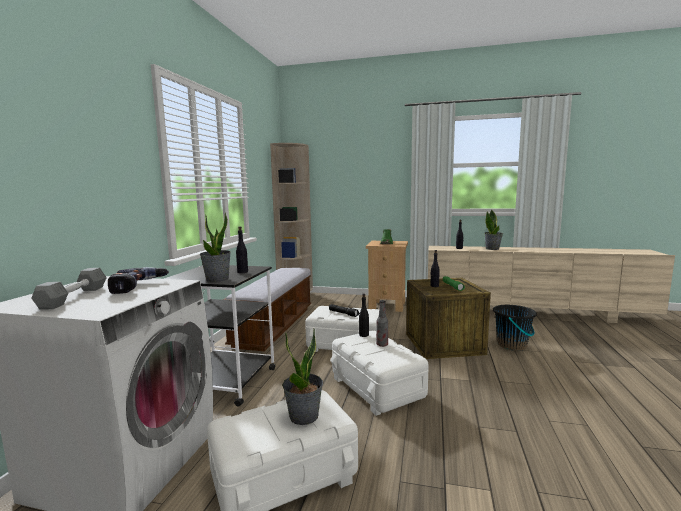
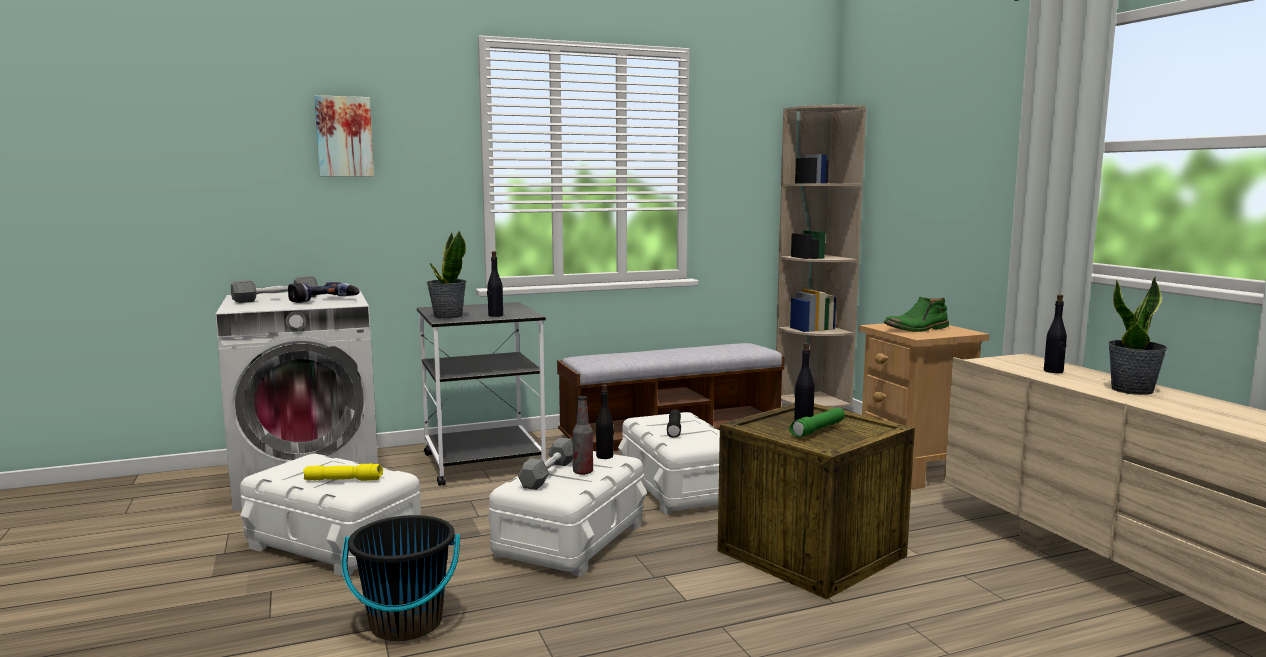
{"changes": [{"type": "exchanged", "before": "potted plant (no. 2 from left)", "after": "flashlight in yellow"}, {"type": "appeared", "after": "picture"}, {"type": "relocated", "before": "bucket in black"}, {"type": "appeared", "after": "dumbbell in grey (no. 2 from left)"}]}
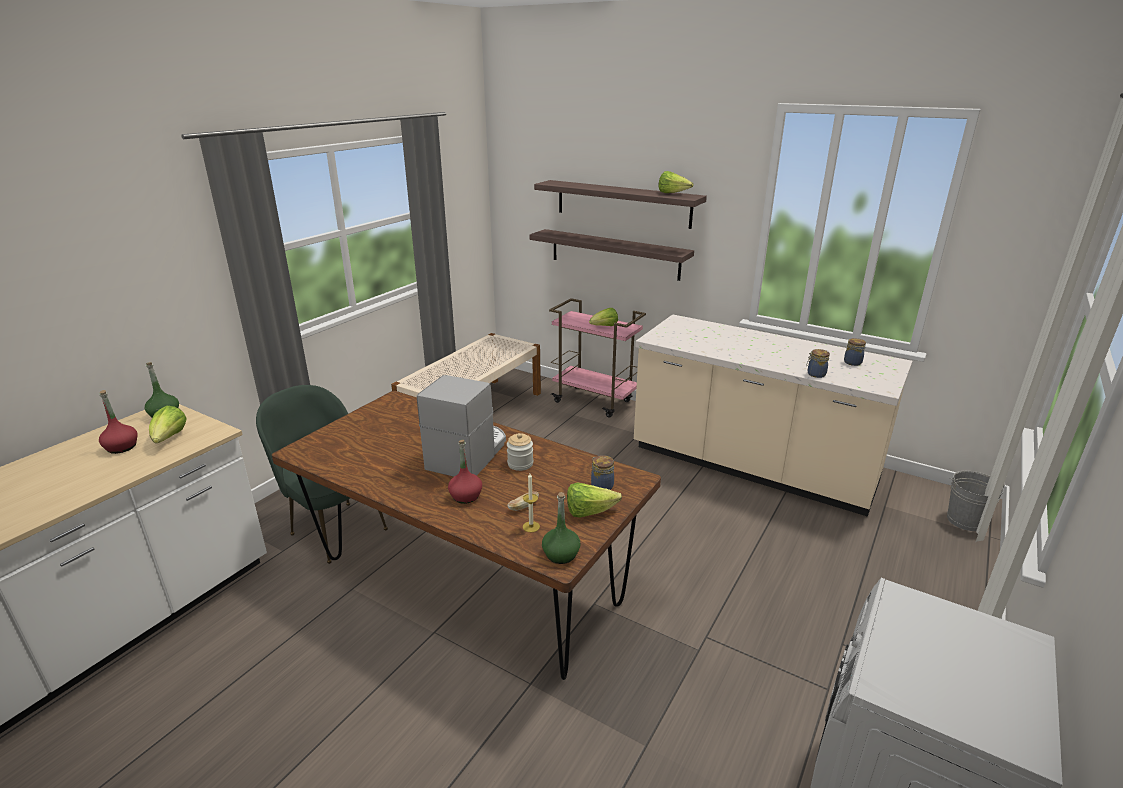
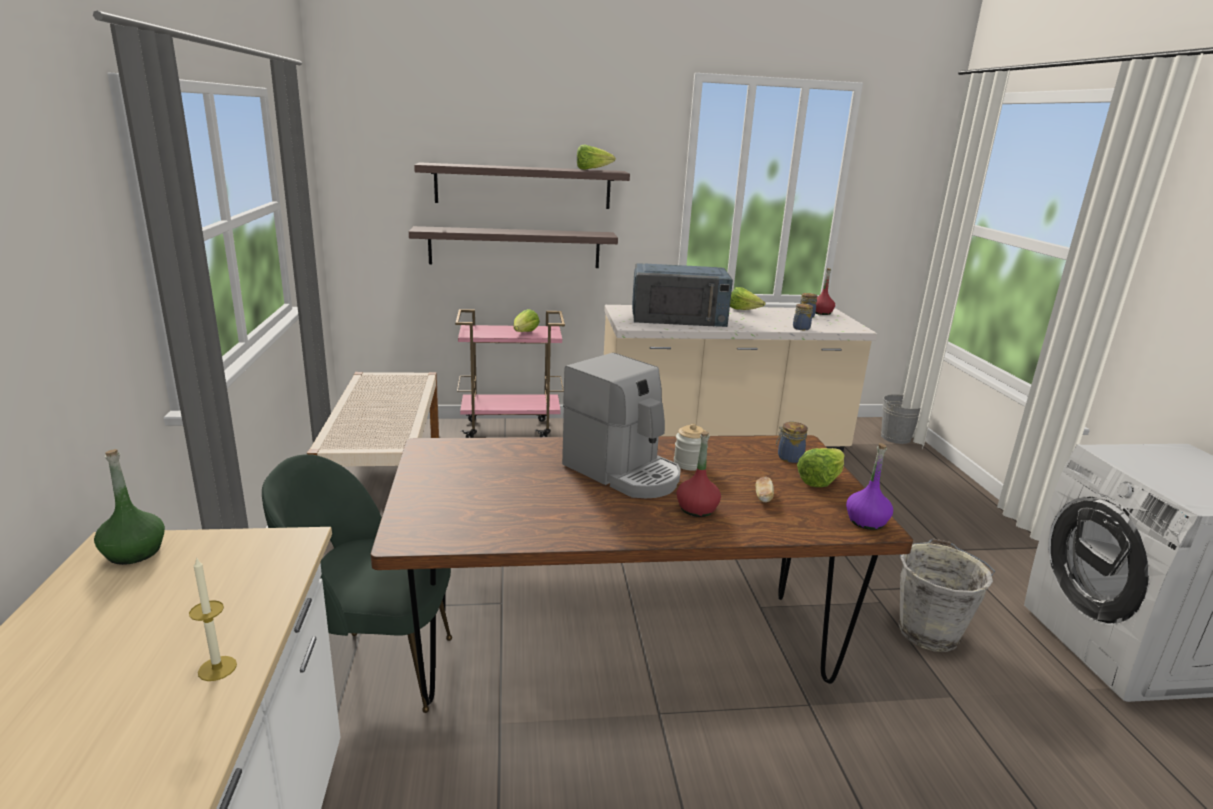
{"changes": [{"type": "relocated", "before": "candle"}, {"type": "spun", "before": "coffee machine", "turn": 150}, {"type": "appeared", "after": "microwave in blue"}, {"type": "relocated", "before": "lettuce (no. 1 from left in the first image)", "after": "lettuce (no. 3 from left)"}, {"type": "relocated", "before": "bottle in red (no. 1 from left in the first image)", "after": "bottle in red (no. 2 from left)"}, {"type": "colour", "before": "bottle in green (no. 2 from left)", "after": "bottle in purple"}, {"type": "appeared", "after": "bucket in grey (no. 2 from left)"}]}
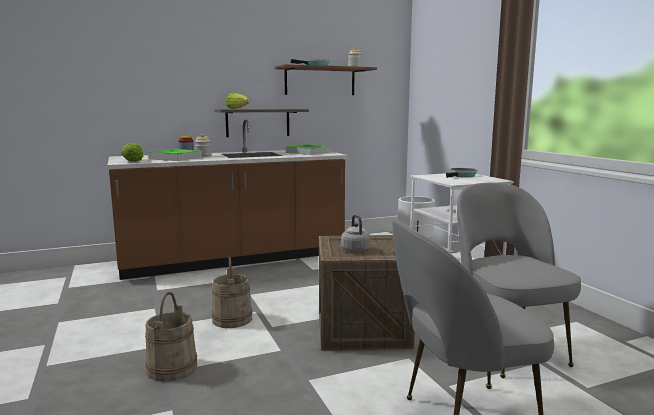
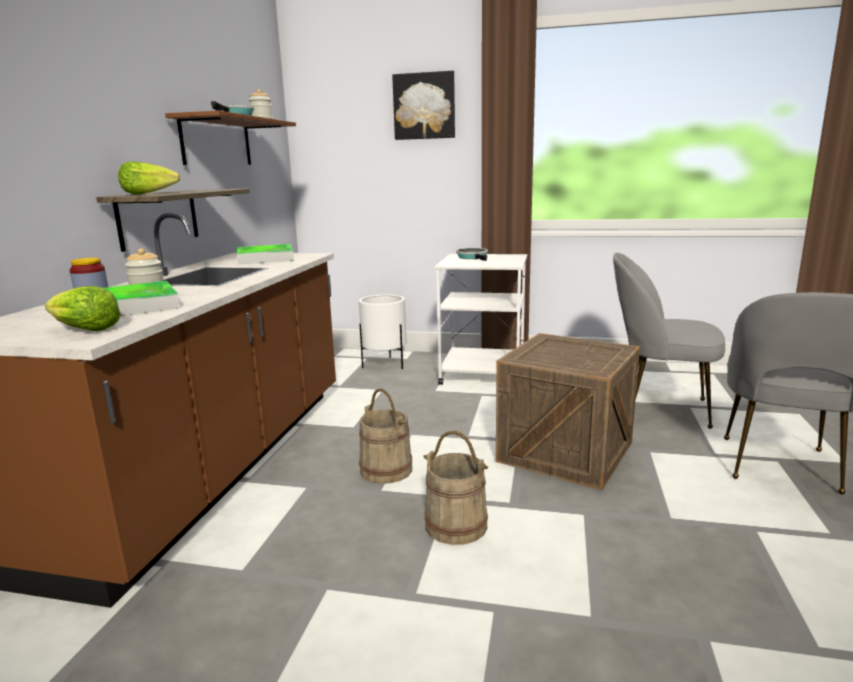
{"changes": [{"type": "relocated", "before": "bucket in beige (no. 1 from left)"}, {"type": "appeared", "after": "picture"}, {"type": "missing", "before": "kettle in grey"}]}
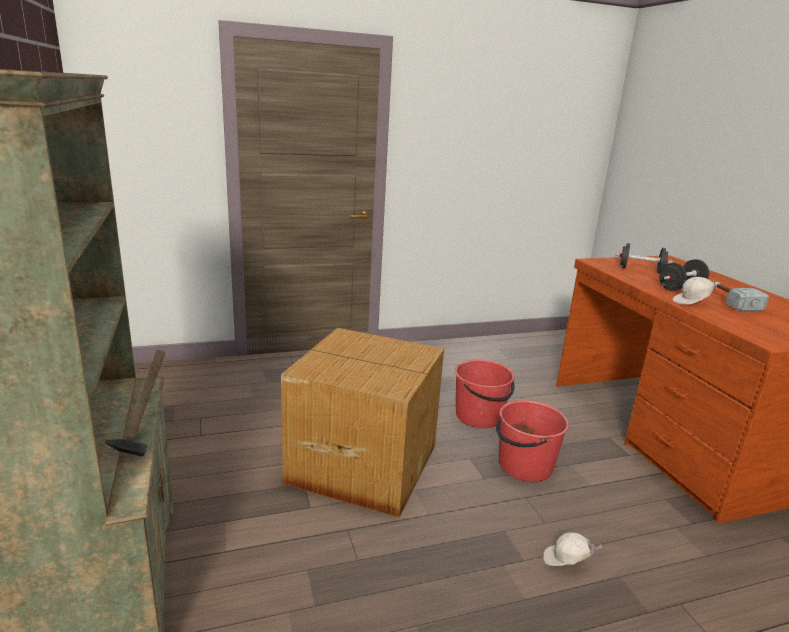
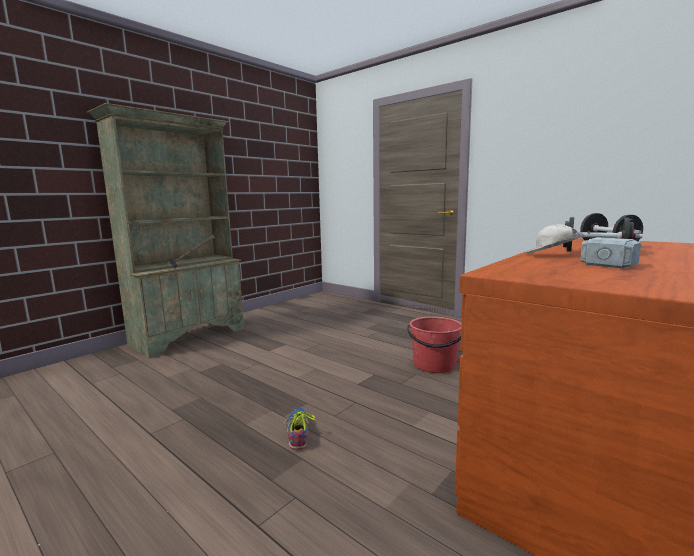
{"changes": [{"type": "exchanged", "before": "cap in white (no. 1 from left)", "after": "shoe"}, {"type": "missing", "before": "cardboard box"}, {"type": "missing", "before": "bucket in red (no. 2 from left)"}]}
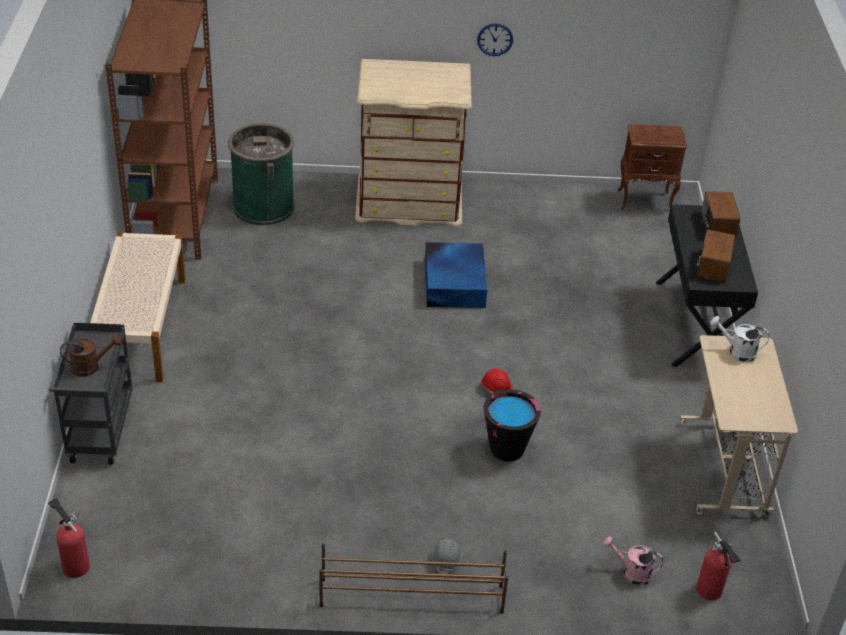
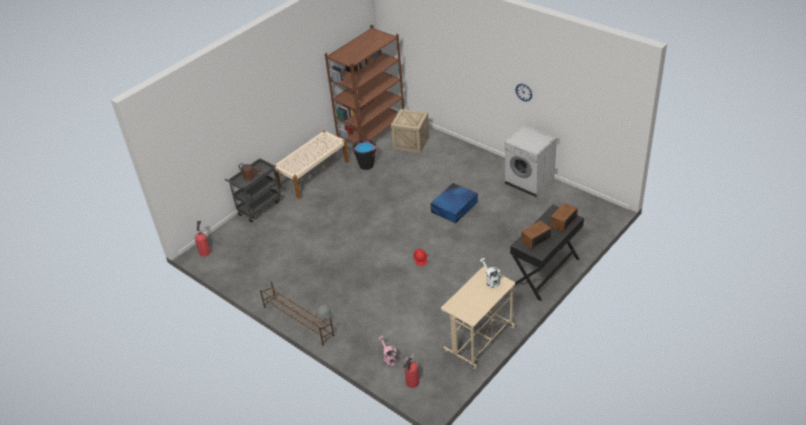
{"changes": [{"type": "relocated", "before": "bucket in black"}, {"type": "exchanged", "before": "trash can in green", "after": "crate"}, {"type": "appeared", "after": "washing machine in white"}, {"type": "missing", "before": "dresser in beige"}, {"type": "missing", "before": "nightstand in brown"}]}
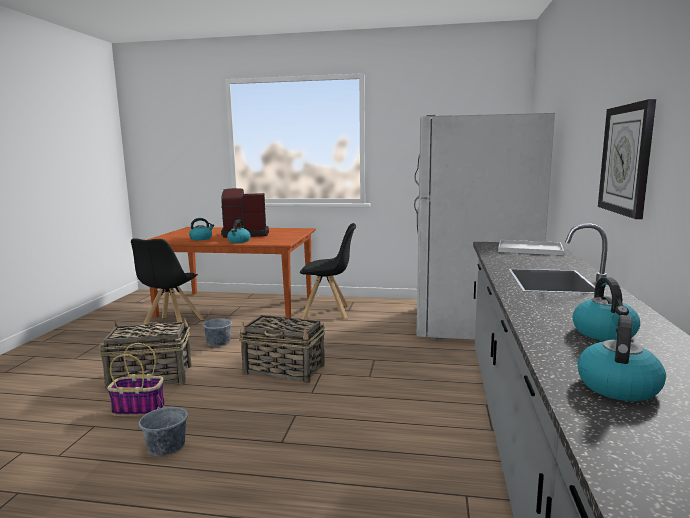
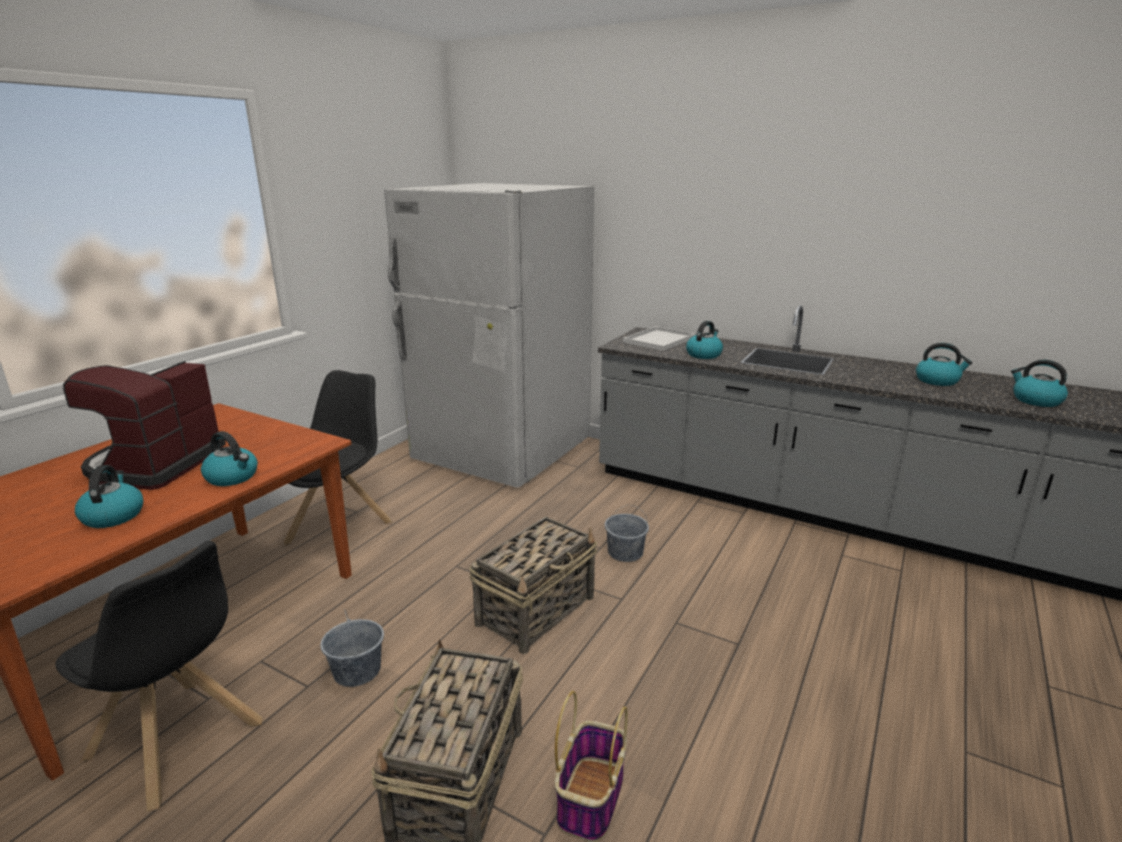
{"changes": [{"type": "relocated", "before": "bucket in grey (no. 1 from left in the first image)", "after": "bucket in grey (no. 2 from left)"}, {"type": "appeared", "after": "kettle (no. 3 from left)"}, {"type": "missing", "before": "wall clock"}]}
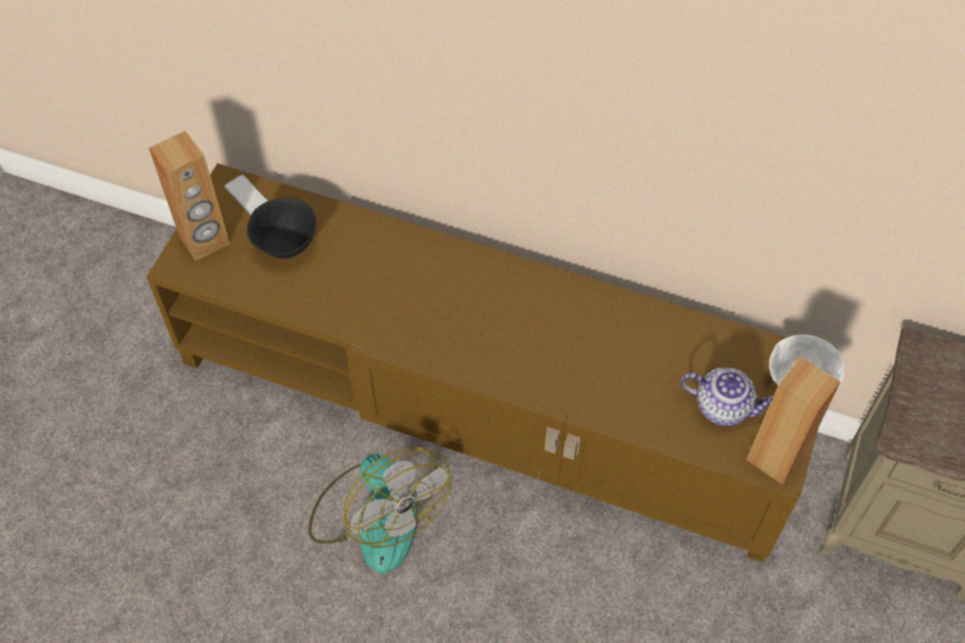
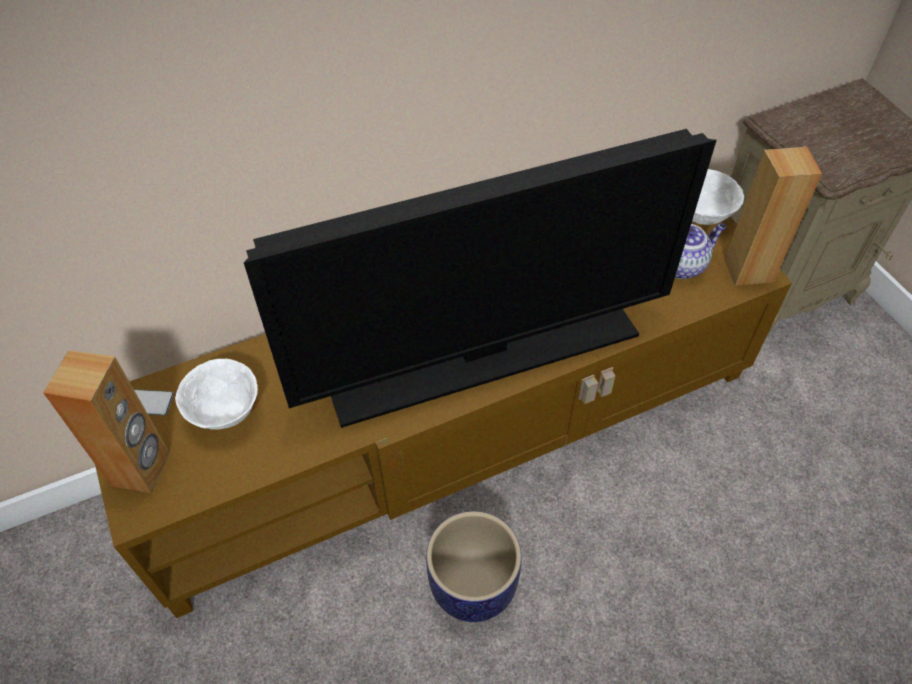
{"changes": [{"type": "colour", "before": "bowl in black", "after": "bowl in white (no. 1 from left)"}, {"type": "appeared", "after": "television"}, {"type": "exchanged", "before": "fan", "after": "planter"}]}
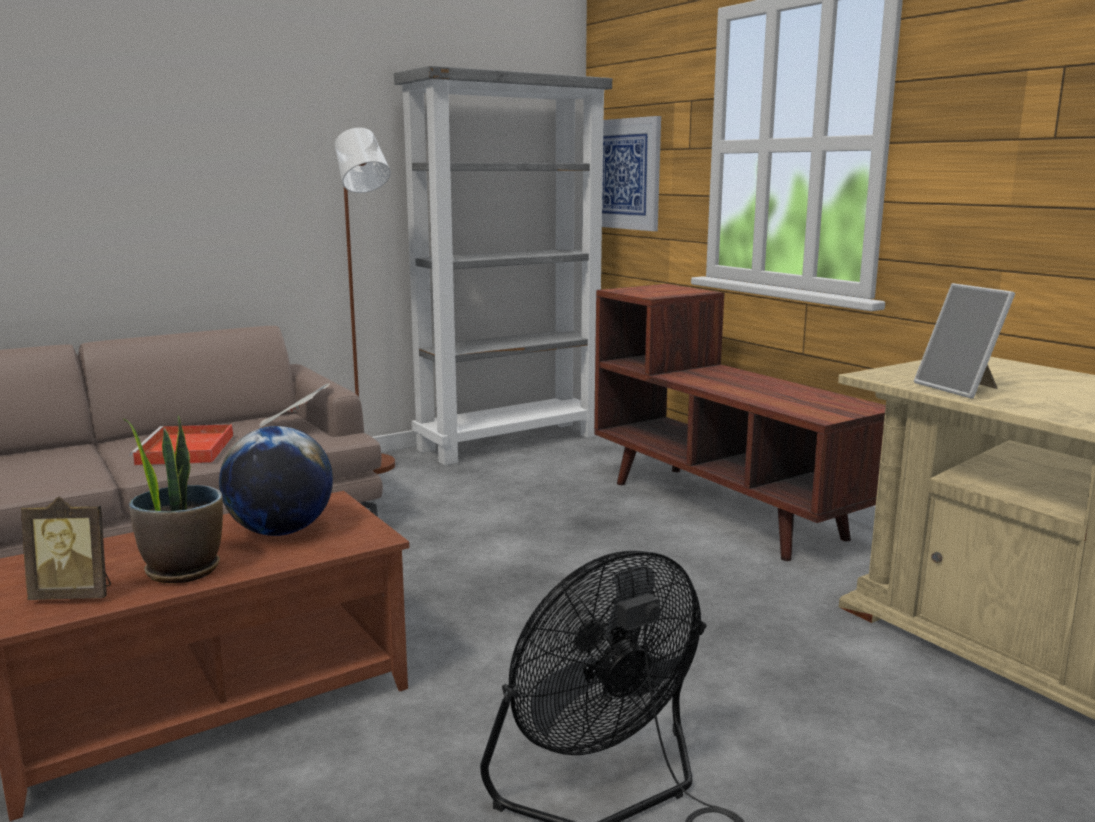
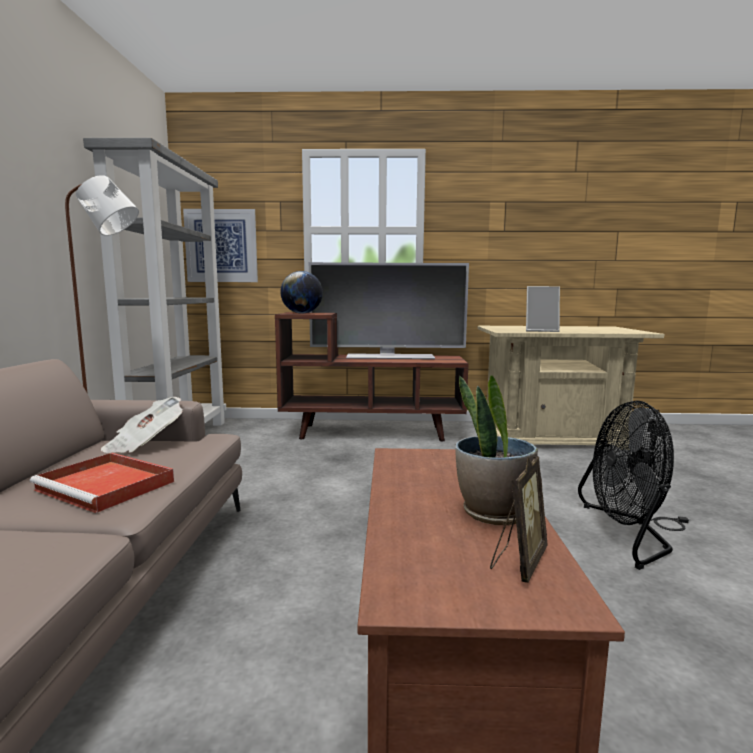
{"changes": [{"type": "relocated", "before": "globe"}, {"type": "appeared", "after": "television"}]}
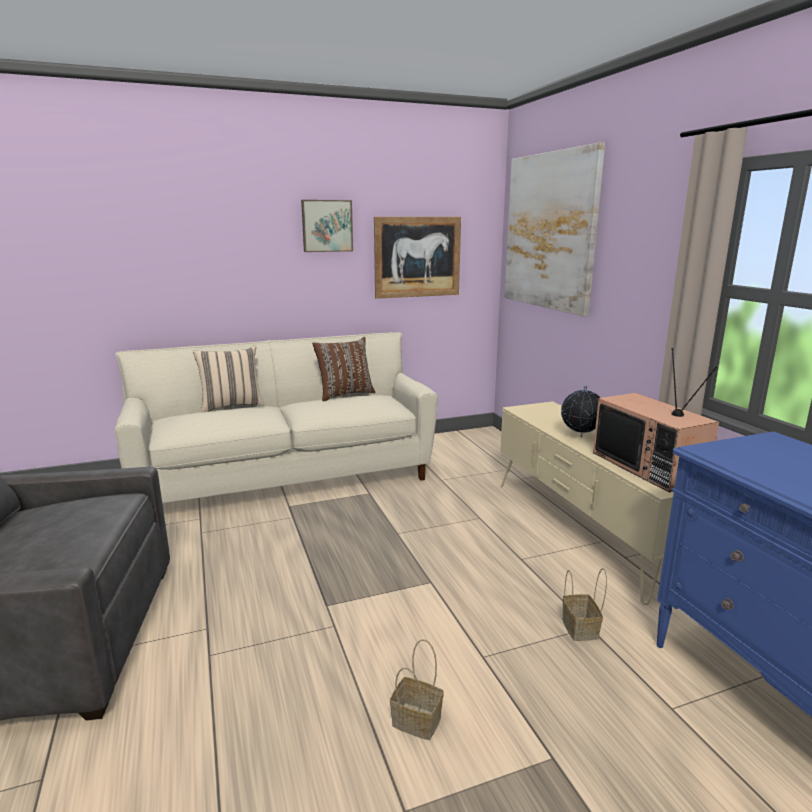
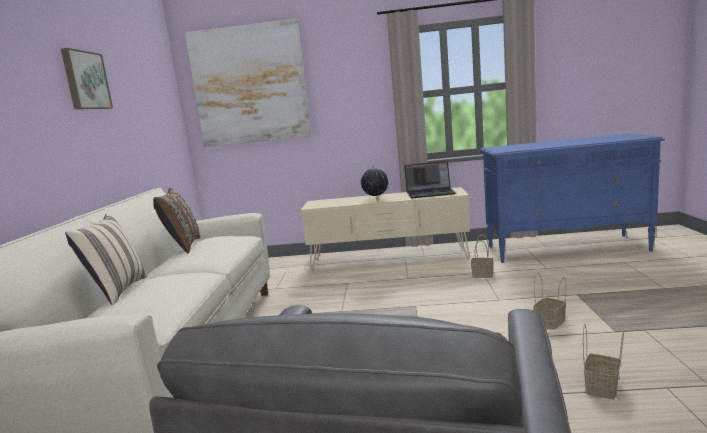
{"changes": [{"type": "exchanged", "before": "television", "after": "laptop"}, {"type": "appeared", "after": "basket (no. 3 from left)"}, {"type": "missing", "before": "picture (no. 2 from left)"}]}
